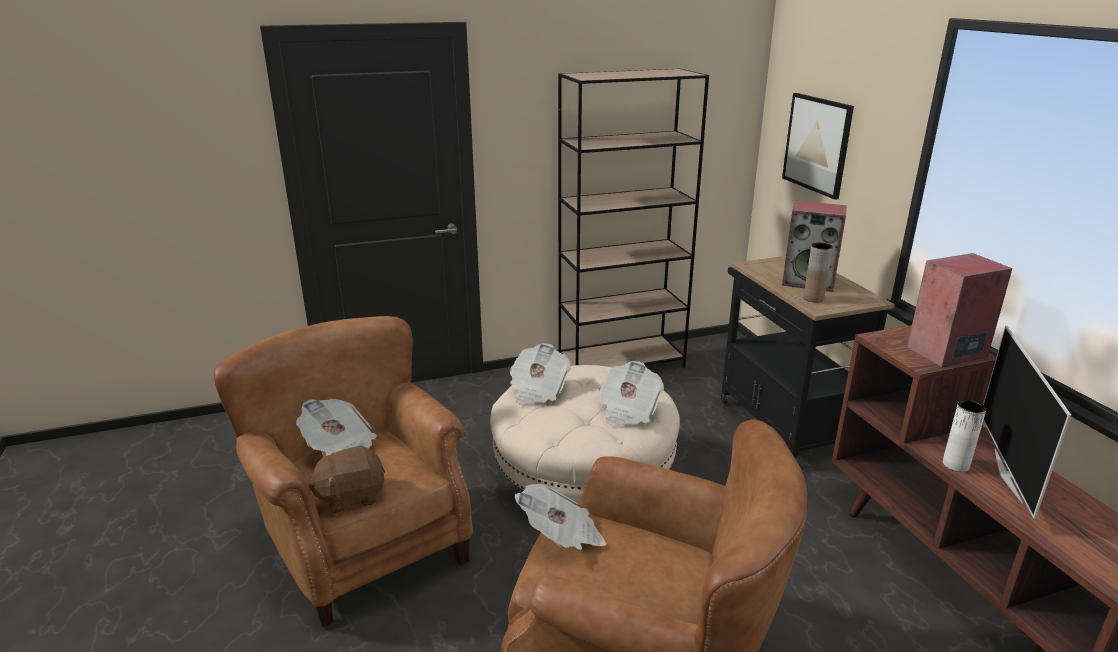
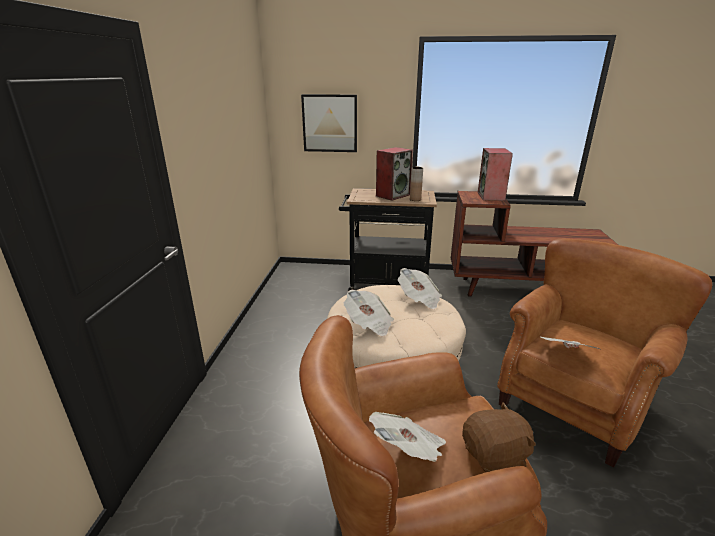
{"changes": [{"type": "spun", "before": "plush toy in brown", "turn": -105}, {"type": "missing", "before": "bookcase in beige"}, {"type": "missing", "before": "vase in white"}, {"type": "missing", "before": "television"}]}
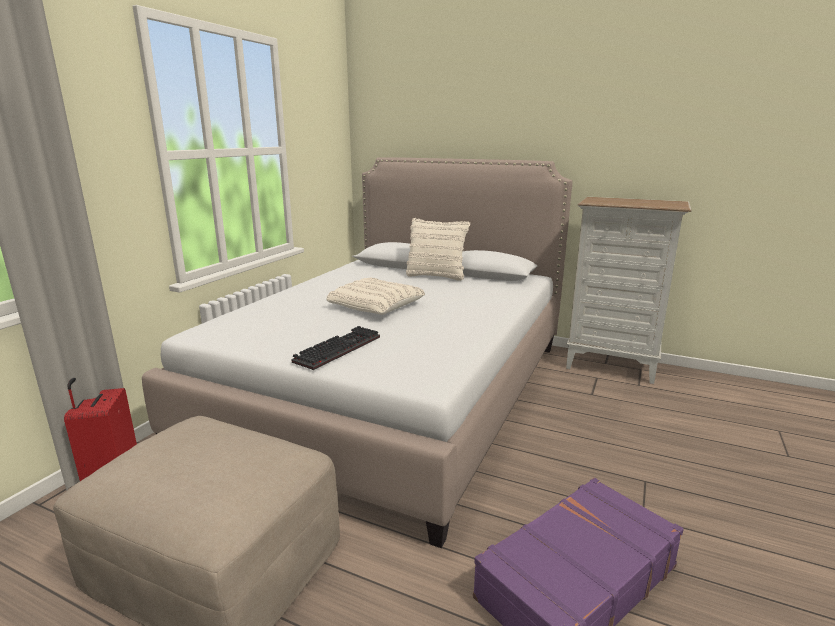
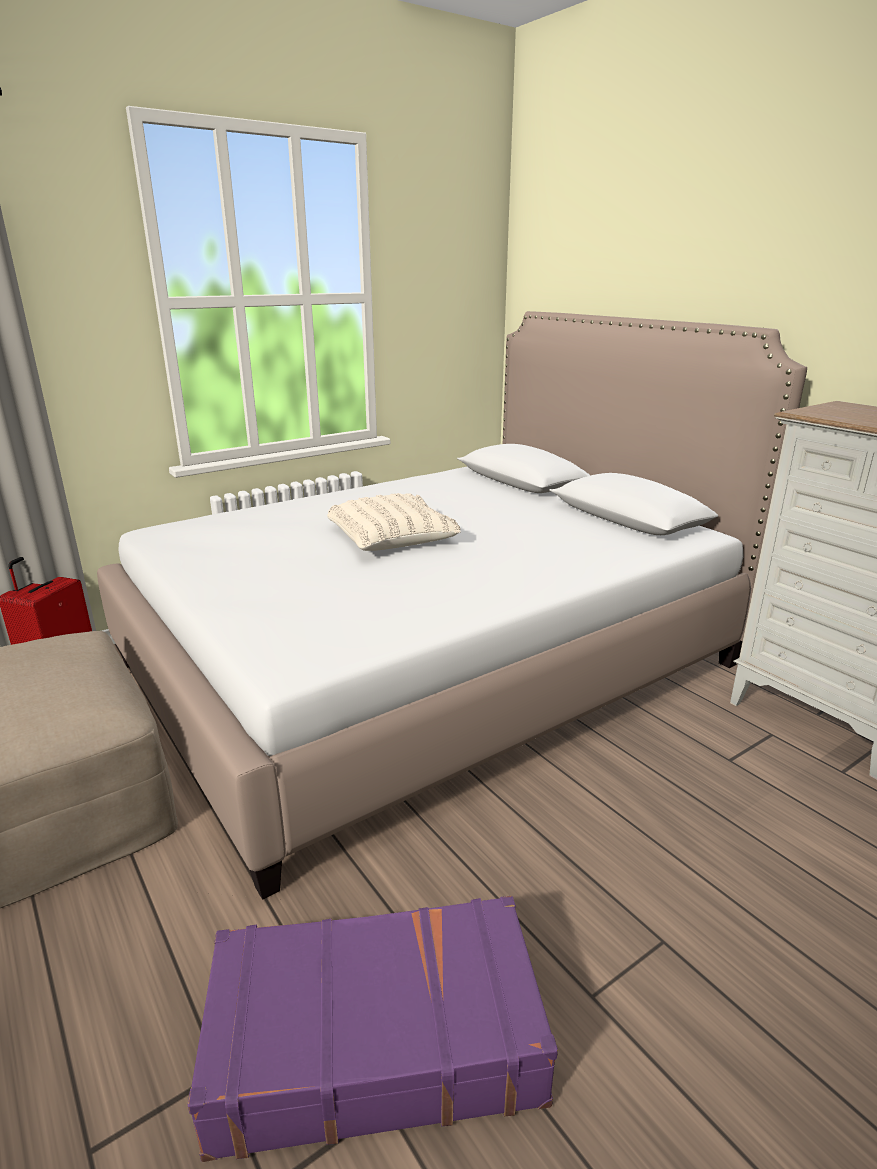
{"changes": [{"type": "missing", "before": "keyboard"}, {"type": "missing", "before": "pillow in beige (no. 2 from left)"}]}
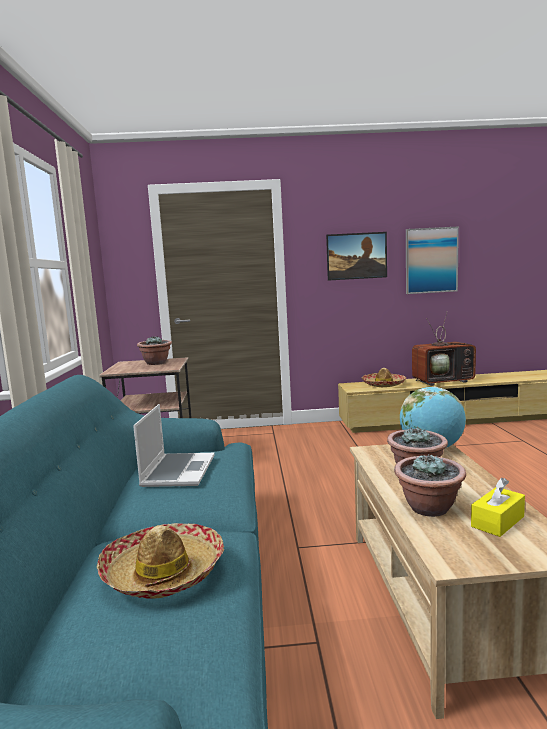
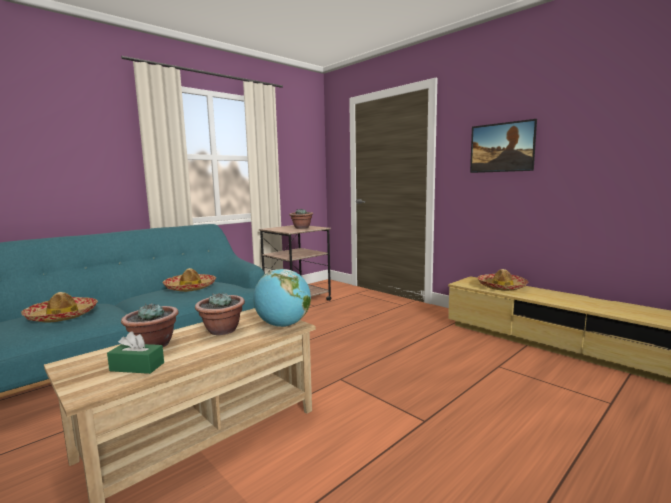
{"changes": [{"type": "colour", "before": "tissue box in yellow", "after": "tissue box in green"}, {"type": "exchanged", "before": "laptop", "after": "hat (no. 2 from left)"}, {"type": "missing", "before": "picture (no. 2 from left)"}, {"type": "missing", "before": "television"}]}
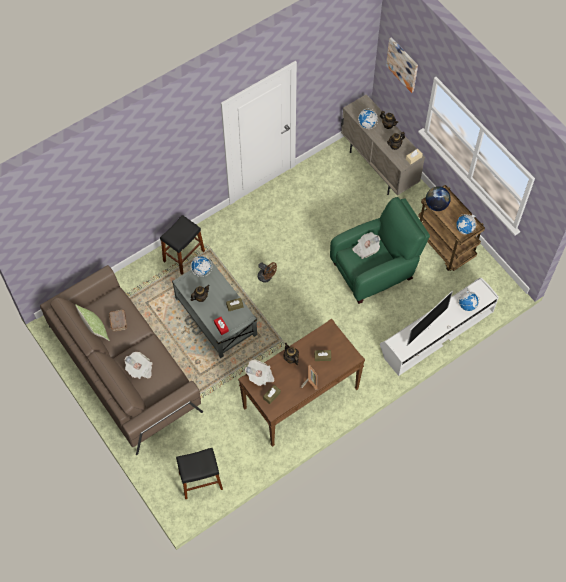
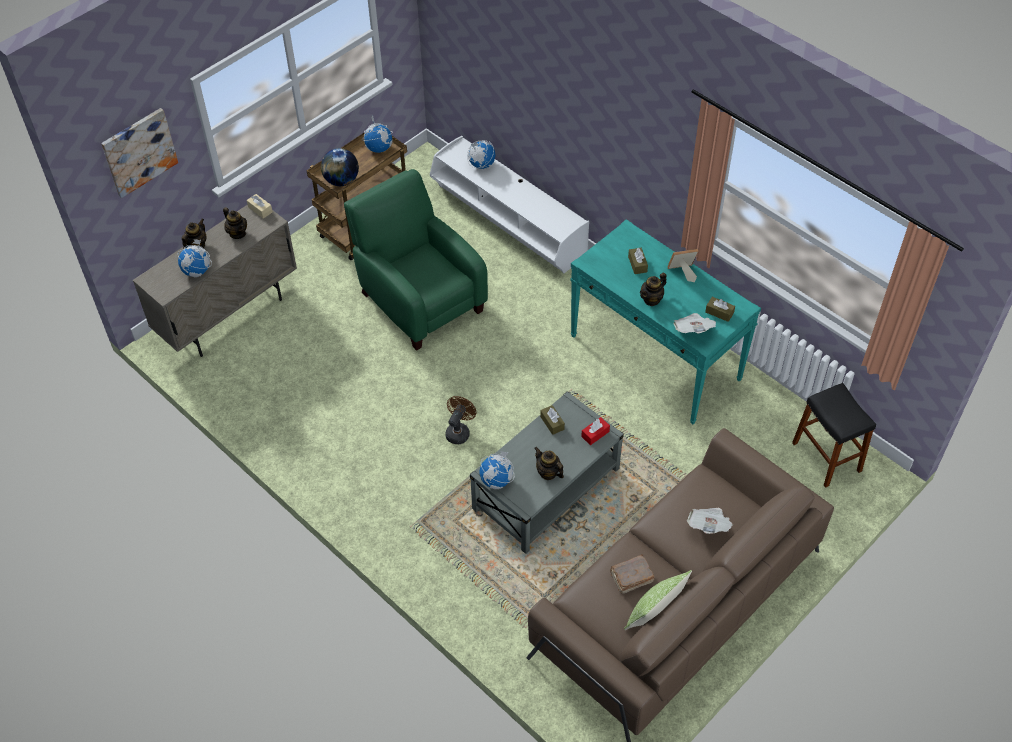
{"changes": [{"type": "colour", "before": "console table in brown", "after": "console table in turquoise"}, {"type": "missing", "before": "stool in black (no. 1 from left)"}, {"type": "missing", "before": "newspaper (no. 3 from left)"}, {"type": "missing", "before": "television"}]}
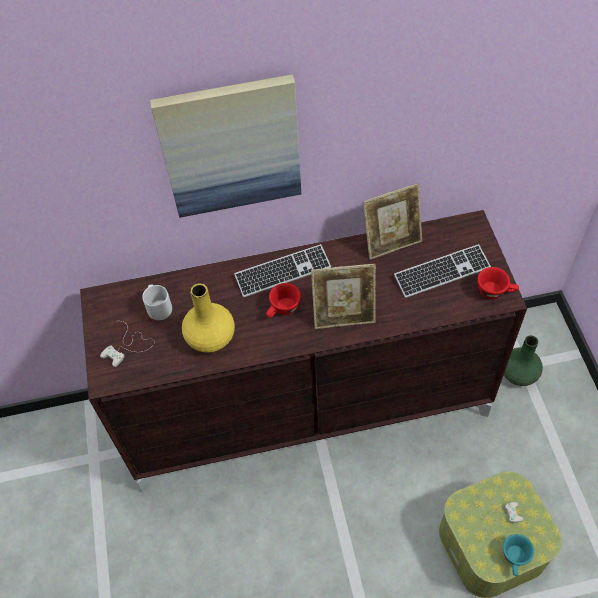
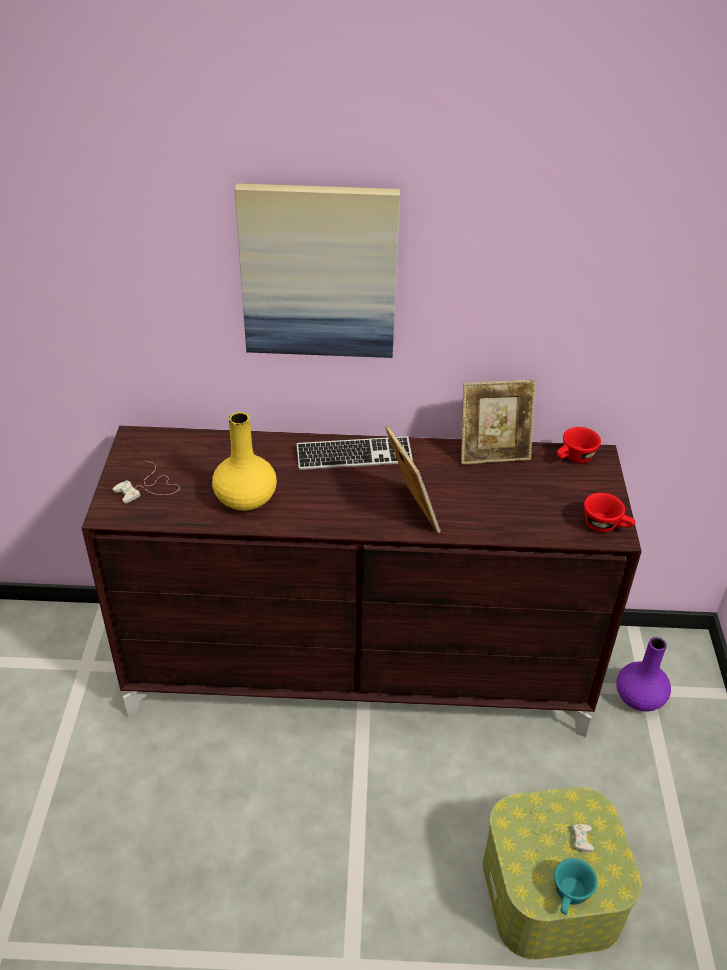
{"changes": [{"type": "spun", "before": "picture frame (no. 1 from left)", "turn": -120}, {"type": "relocated", "before": "cup in red (no. 1 from left)"}, {"type": "colour", "before": "vase in green", "after": "vase in purple"}, {"type": "missing", "before": "mug in white"}, {"type": "missing", "before": "keyboard (no. 2 from left)"}]}
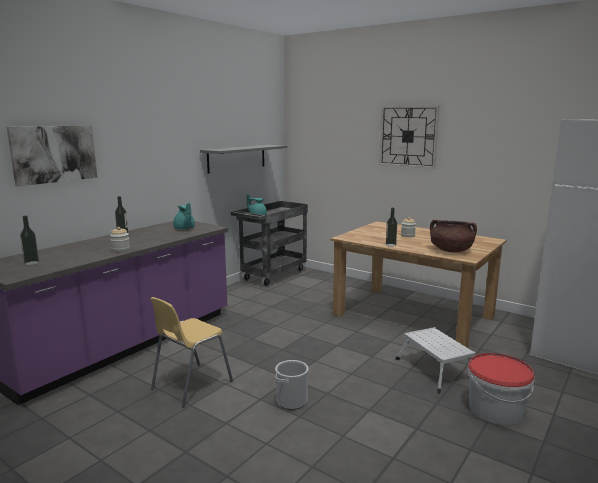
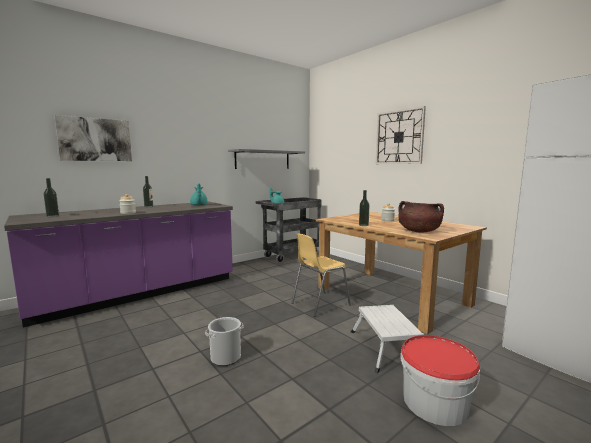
{"changes": [{"type": "relocated", "before": "chair in yellow"}]}
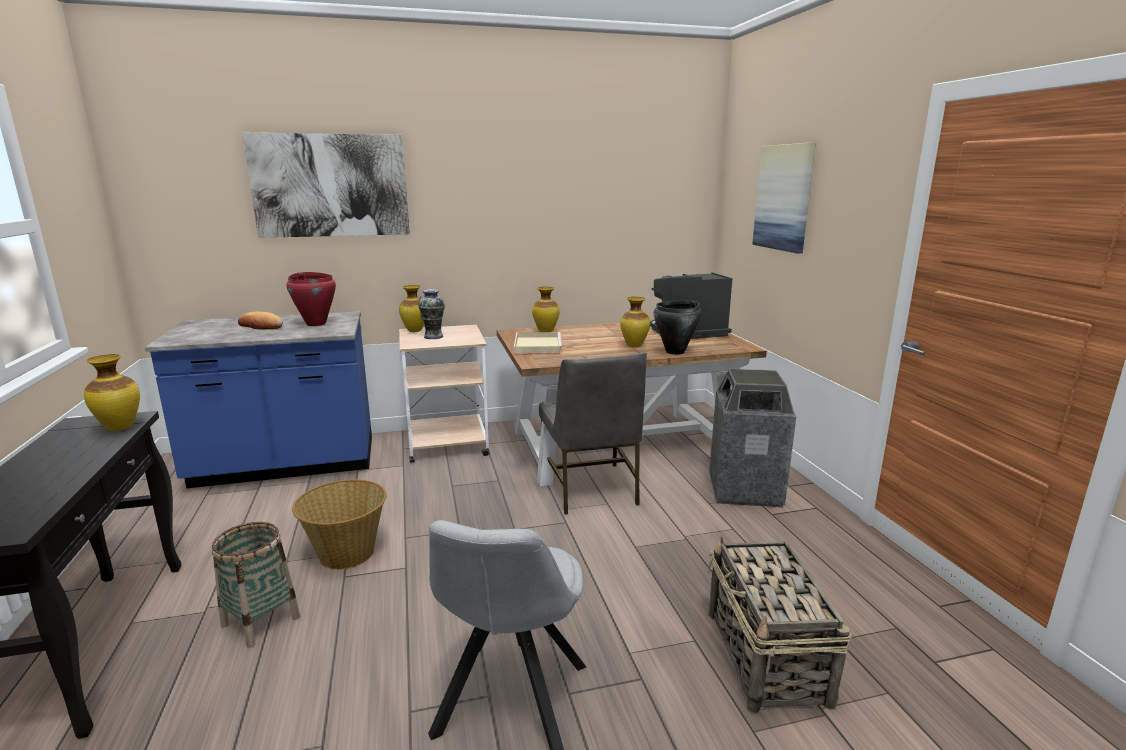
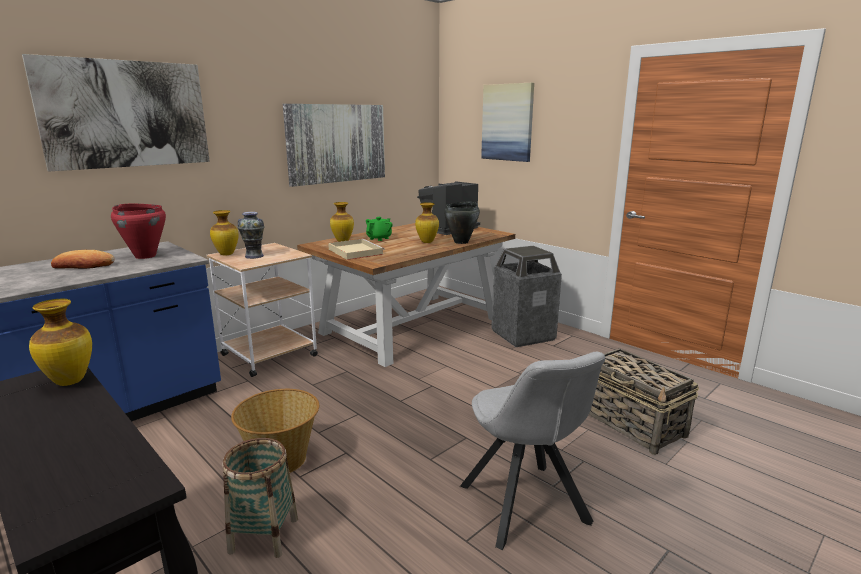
{"changes": [{"type": "appeared", "after": "picture (no. 2 from left)"}, {"type": "appeared", "after": "teapot in green"}, {"type": "missing", "before": "chair in grey (no. 2 from left)"}]}
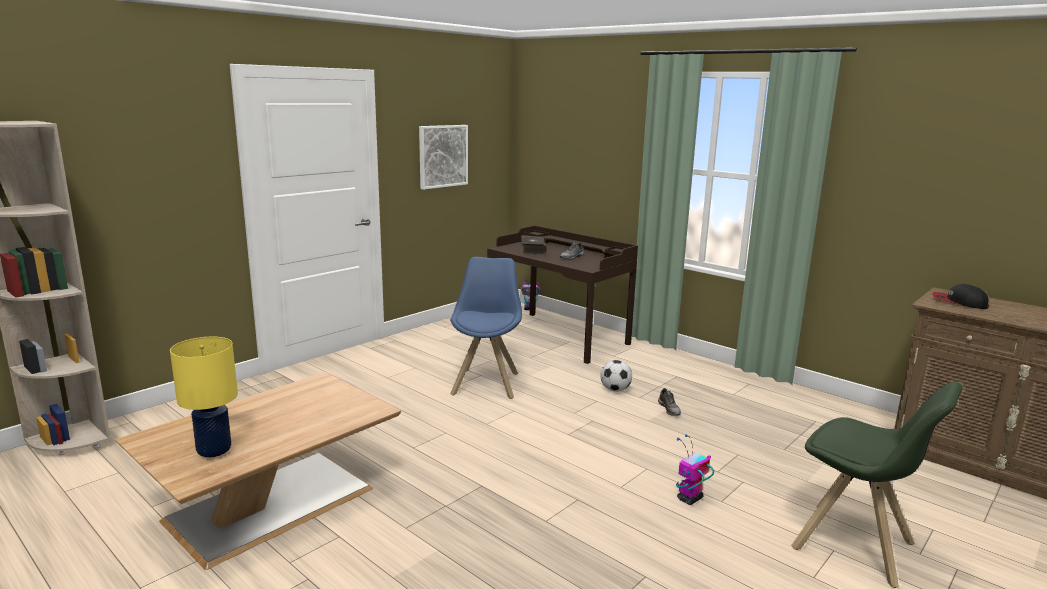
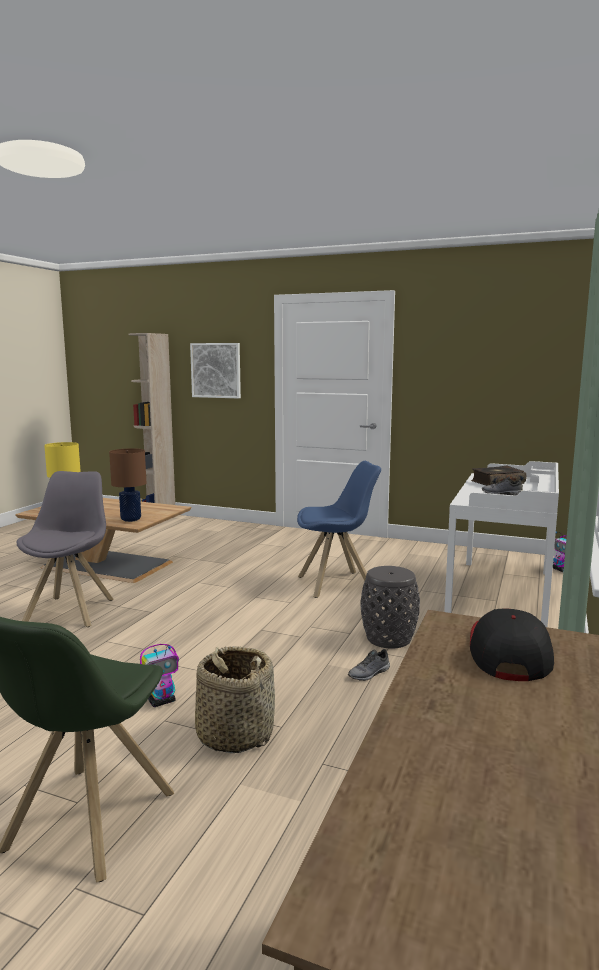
{"changes": [{"type": "appeared", "after": "chair in grey"}, {"type": "appeared", "after": "table lamp in brown"}, {"type": "spun", "before": "toy robot (no. 2 from left in the first image)", "turn": 120}, {"type": "relocated", "before": "picture"}, {"type": "appeared", "after": "basket"}, {"type": "exchanged", "before": "football", "after": "stool in grey"}, {"type": "colour", "before": "desk in brown", "after": "desk in white"}]}
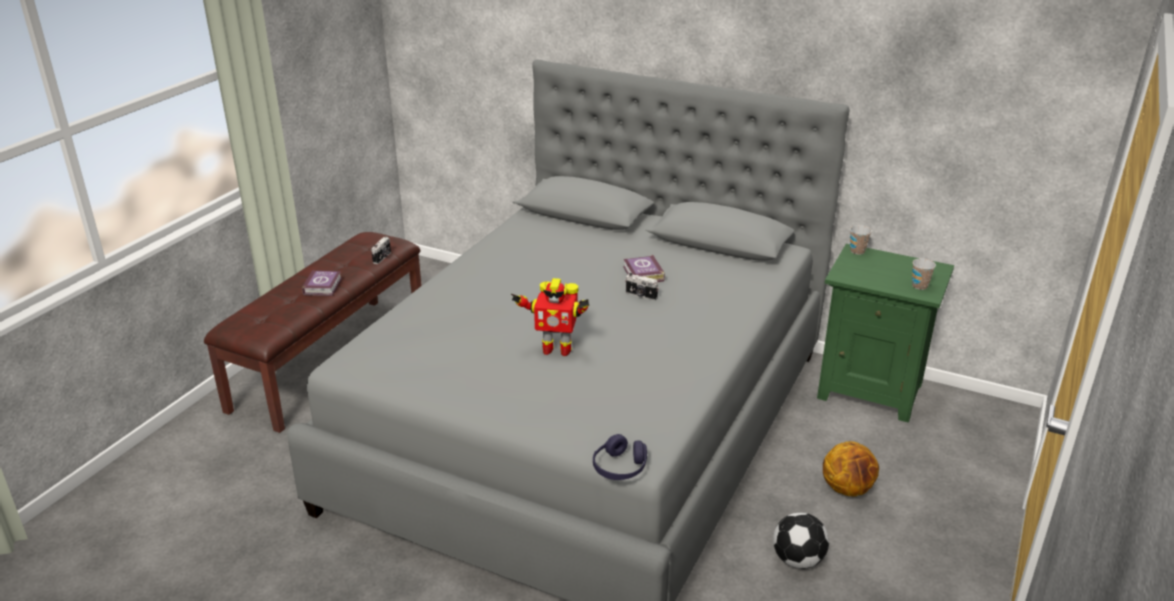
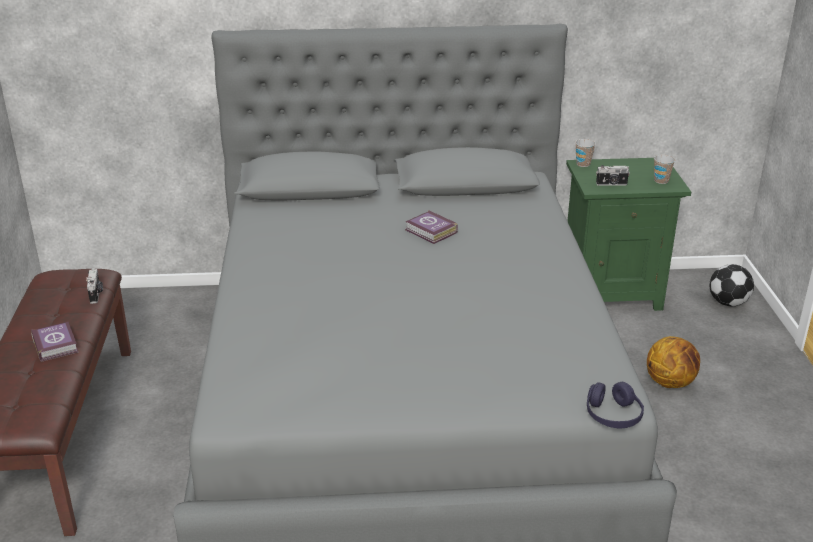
{"changes": [{"type": "relocated", "before": "photo camera (no. 2 from left)"}, {"type": "relocated", "before": "football"}, {"type": "missing", "before": "toy robot"}]}
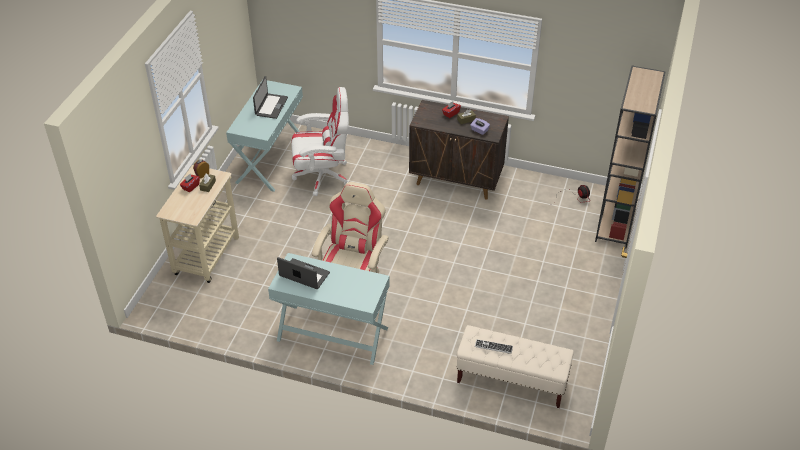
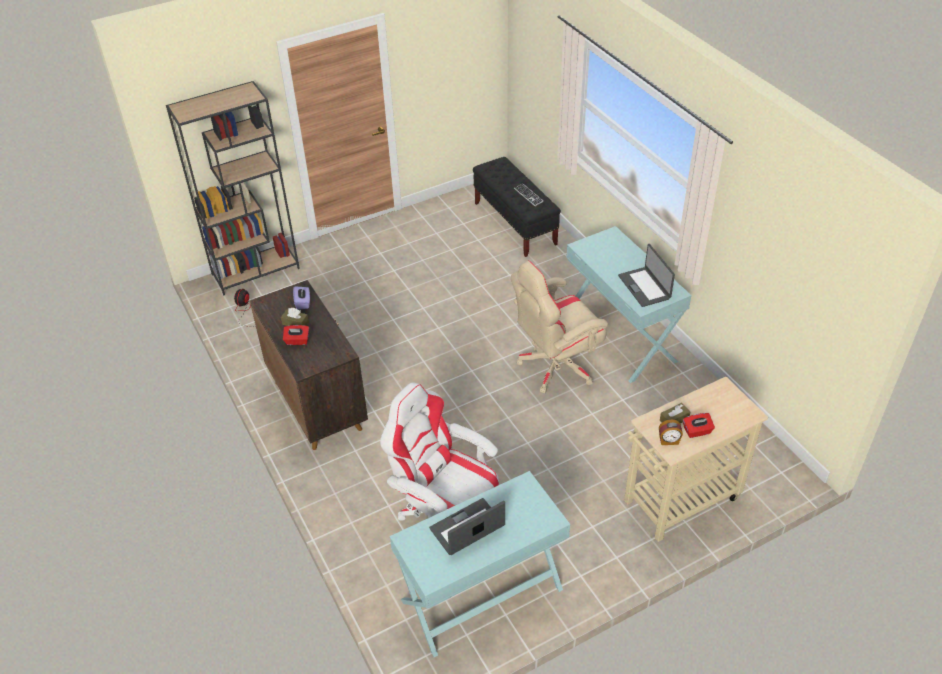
{"changes": [{"type": "colour", "before": "bench in beige", "after": "bench in black"}]}
